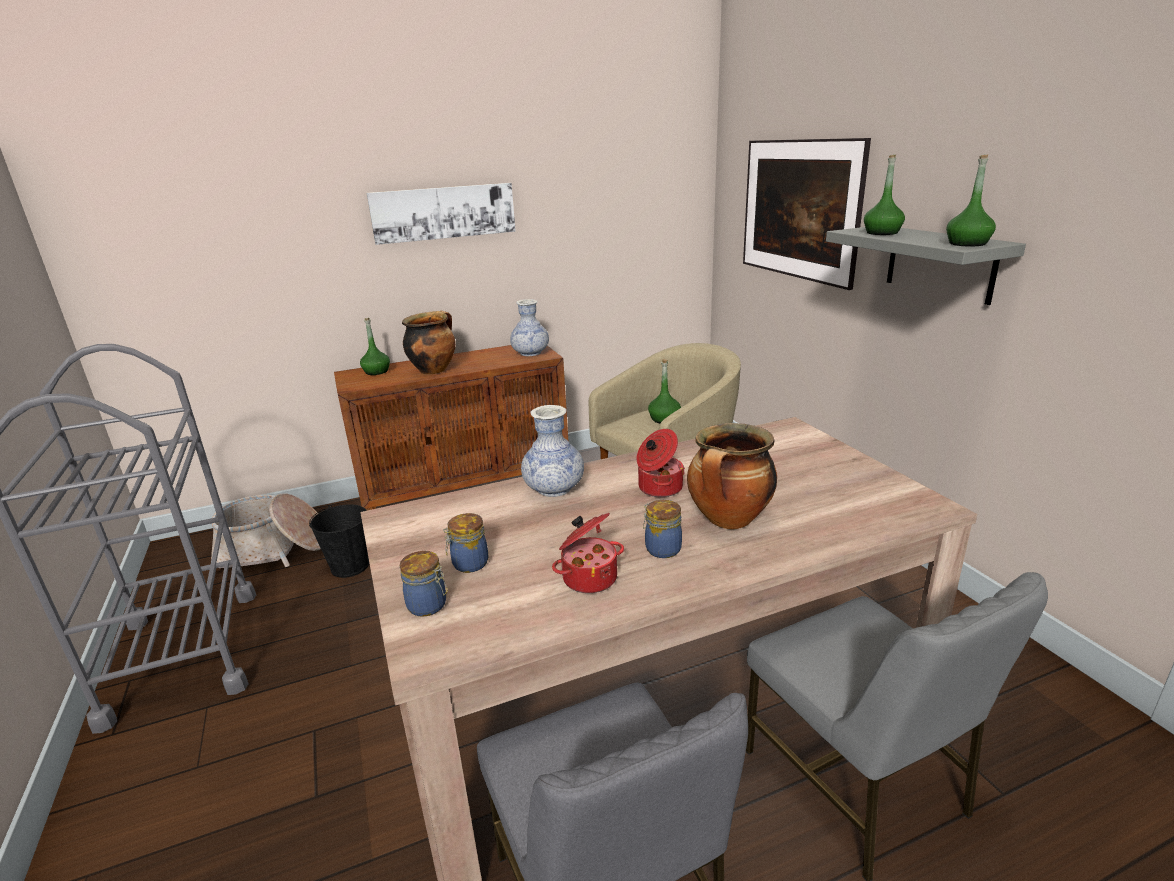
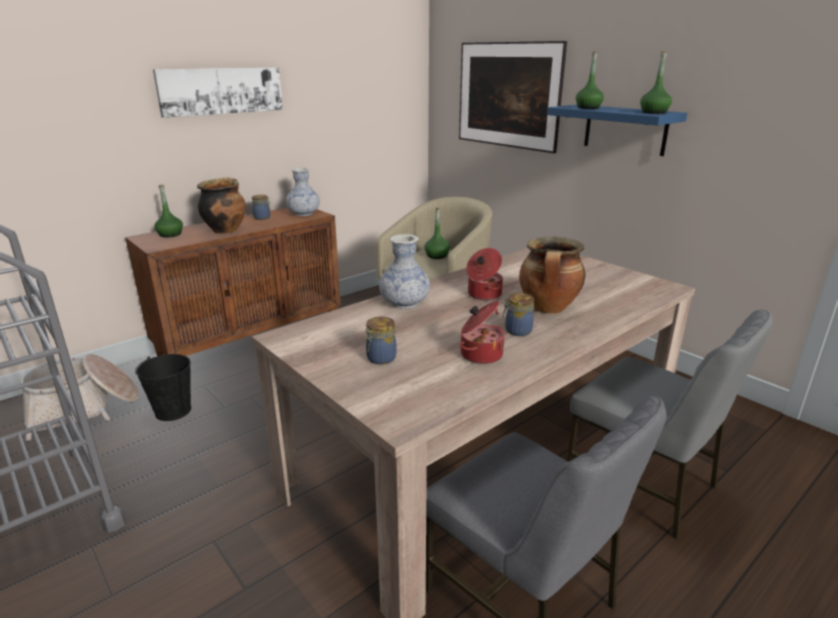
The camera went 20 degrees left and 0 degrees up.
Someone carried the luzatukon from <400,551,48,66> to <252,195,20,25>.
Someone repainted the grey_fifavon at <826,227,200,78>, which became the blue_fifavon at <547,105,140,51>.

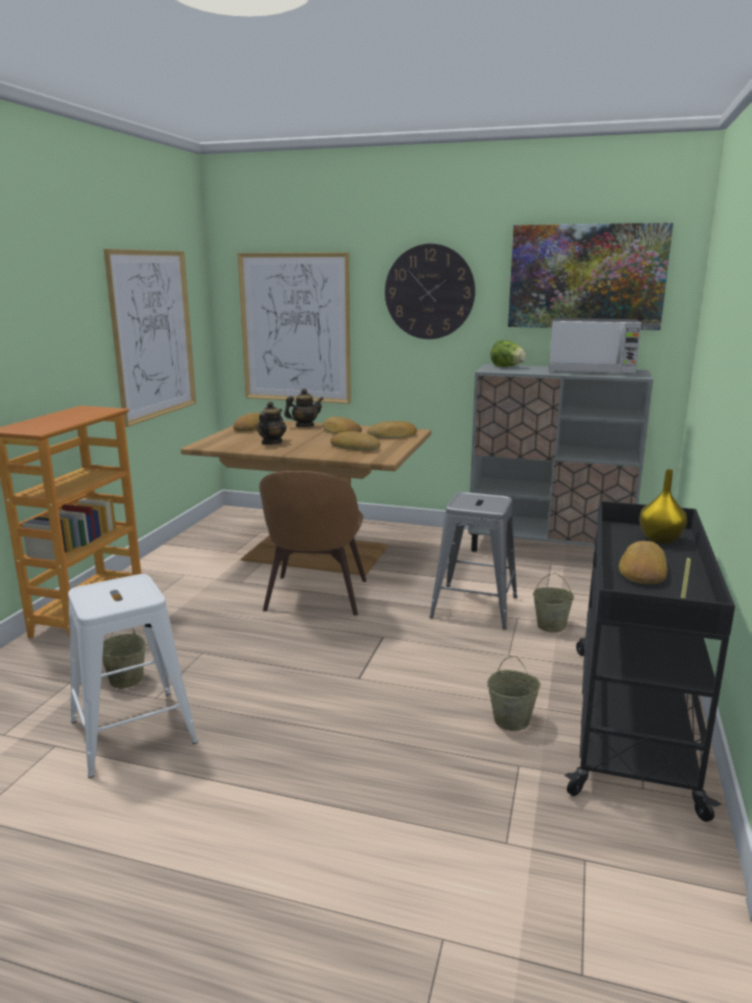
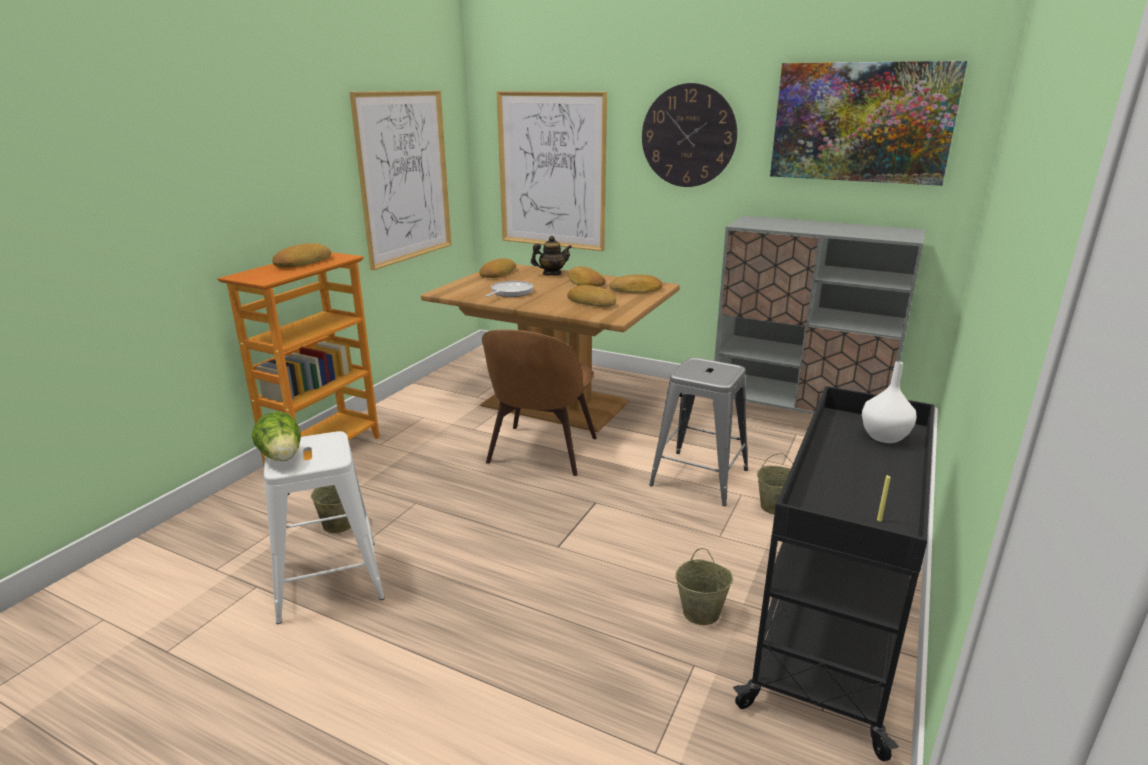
The camera went 10 degrees right and 5 degrees up.
Someone took away the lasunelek at <549,318,92,56>.
Someone carried the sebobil from <490,340,37,27> to <252,411,49,50>.
Someone carried the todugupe from <619,541,48,43> to <272,243,59,25>.
Someone swapped the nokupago at <257,401,29,44> for the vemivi at <485,281,49,16>.
Someone repainted the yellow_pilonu at <639,469,48,75>, which became the white_pilonu at <862,361,55,82>.

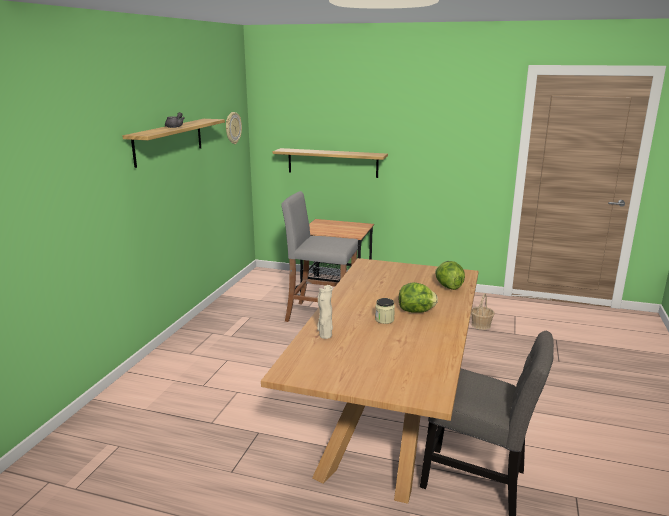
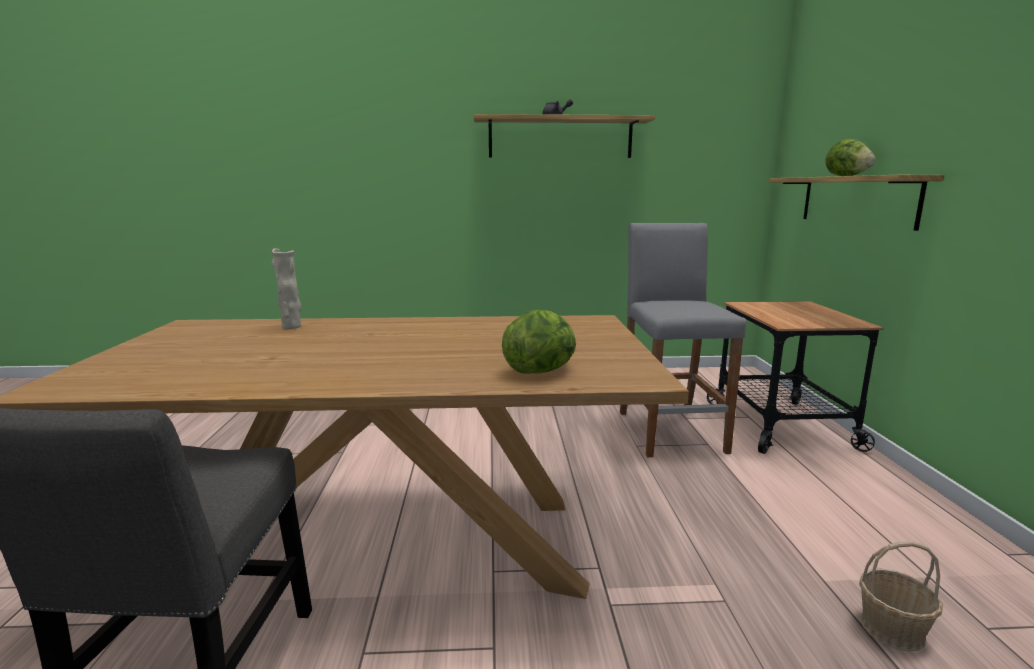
The camera went 70 degrees right and 5 degrees down.
Someone took away the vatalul at <226,112,16,32>.
Someone took away the luzatukon at <375,298,20,26>.
Someone carried the sebobil from <399,282,39,31> to <825,138,50,38>.

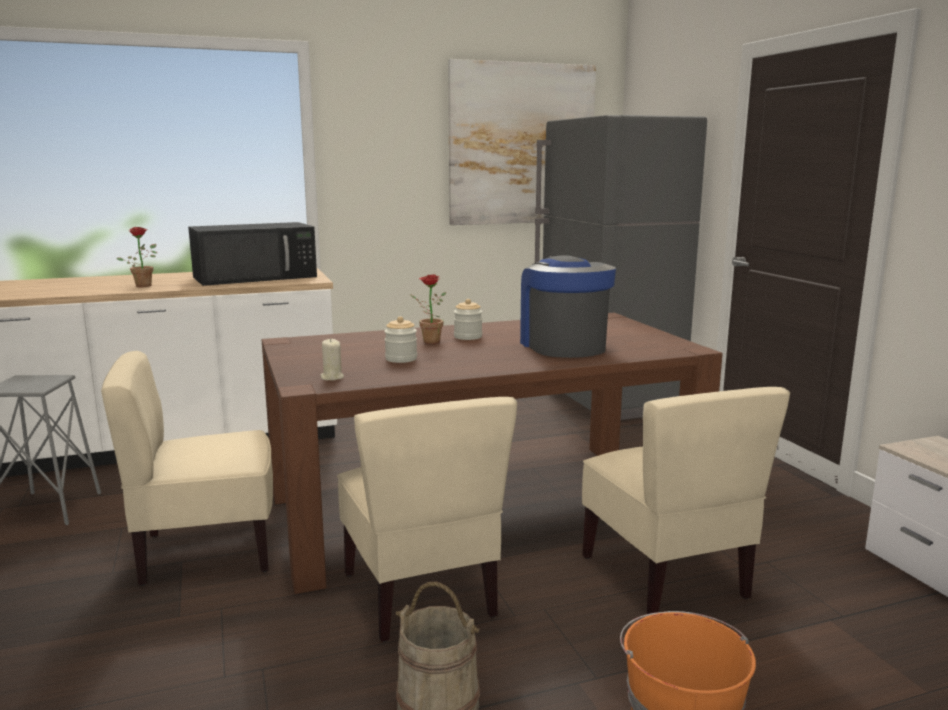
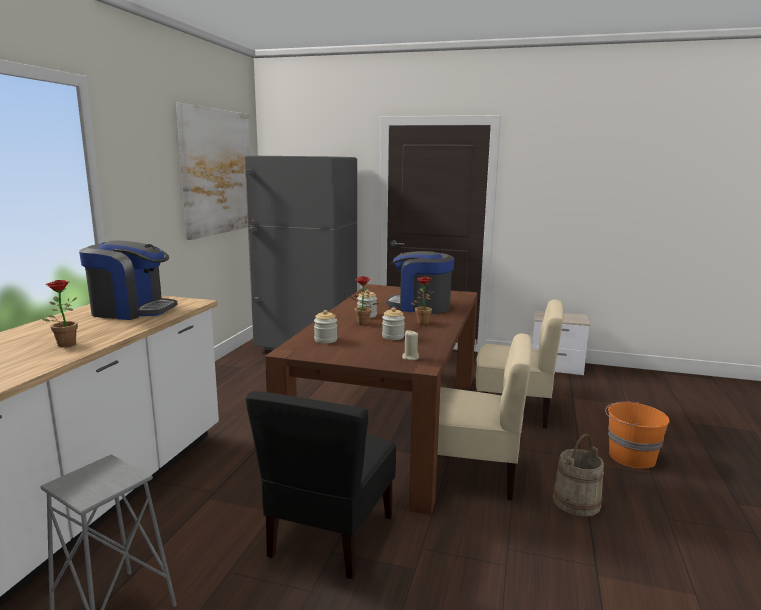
The camera went 55 degrees left and 0 degrees up.
Someone put down the luzatukon at <314,310,23,33>.
Someone put down the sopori at <411,277,23,48>.
Someone swapped the black_lasunelek at <188,222,129,64> for the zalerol at <79,240,98,80>.
Someone repainted the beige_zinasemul at <101,351,172,235>, which became the black_zinasemul at <246,391,150,188>.

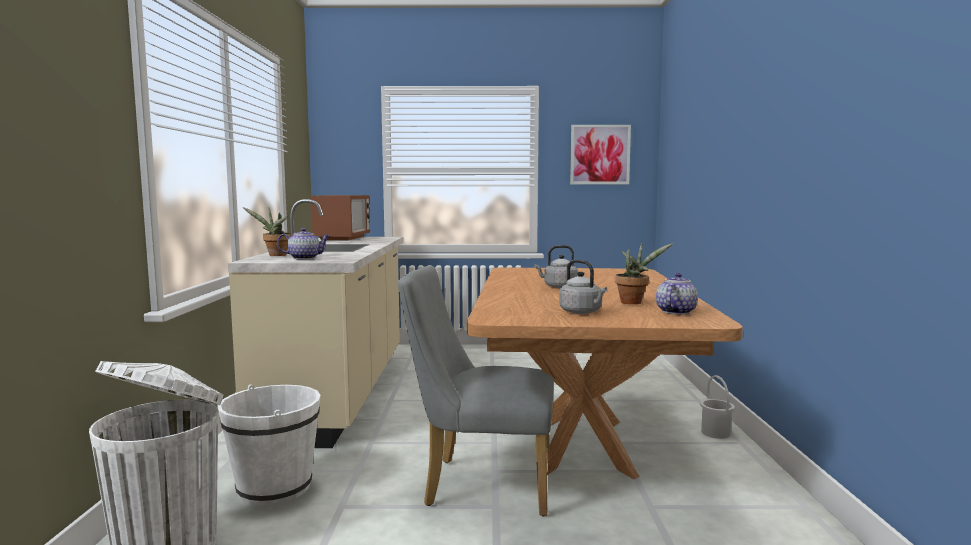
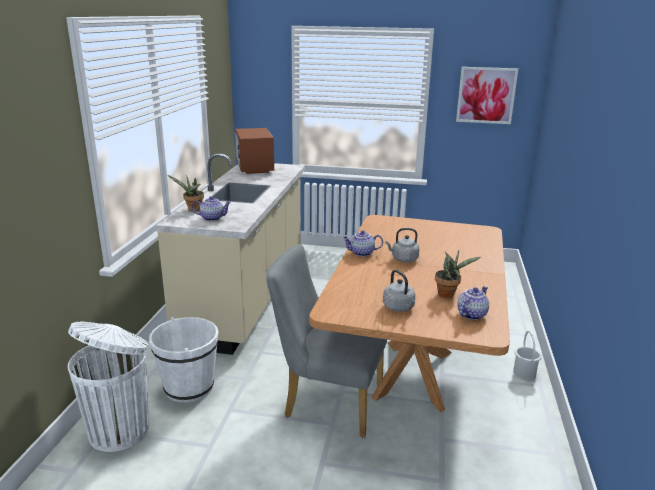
The camera went 10 degrees right and 15 degrees up.
Someone put down the nokupago at <342,230,41,27>.
Someone rotated the lasunelek at <310,195,60,46> by 150 degrees clockwise.

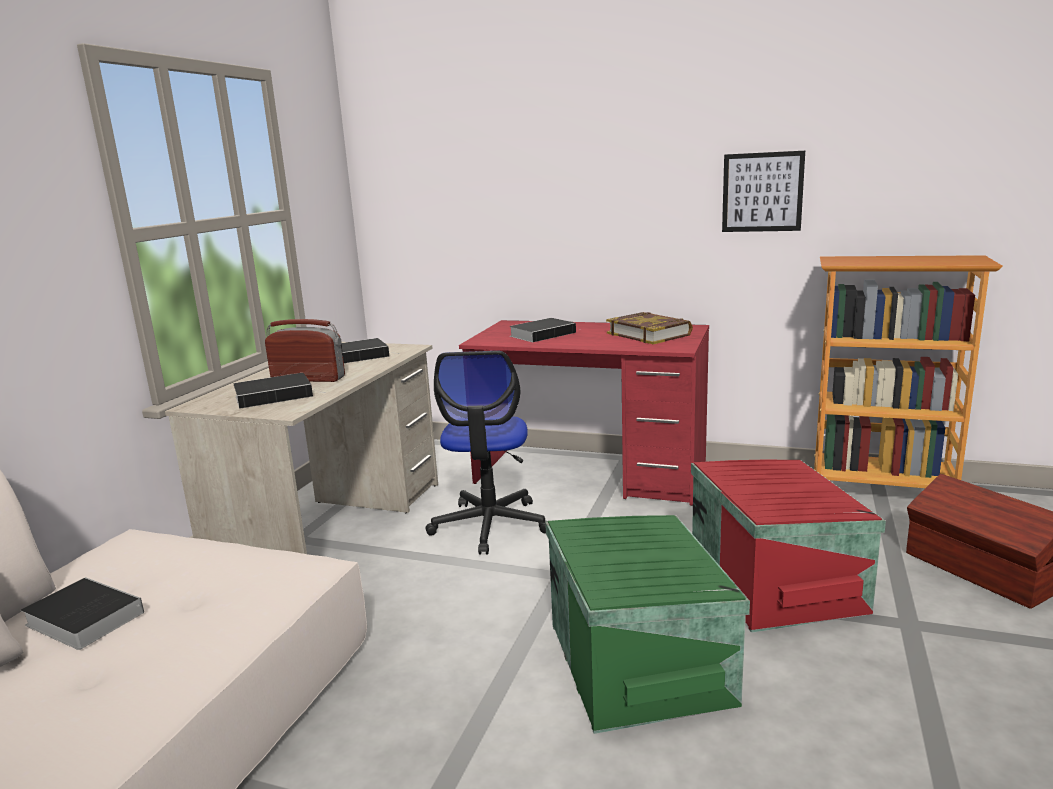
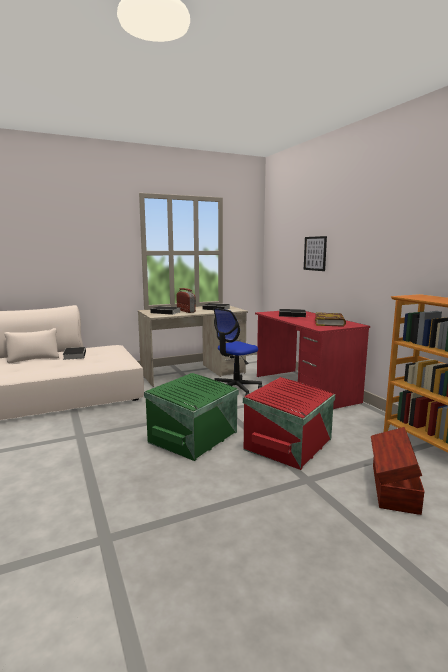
The camera went 45 degrees right and 5 degrees down.
Someone carried the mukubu from <722,151,83,81> to <304,236,23,35>.

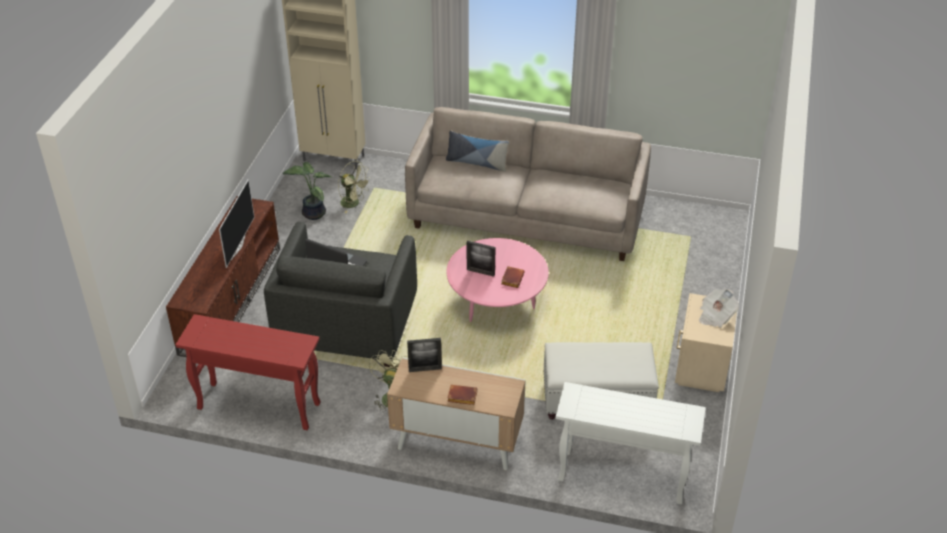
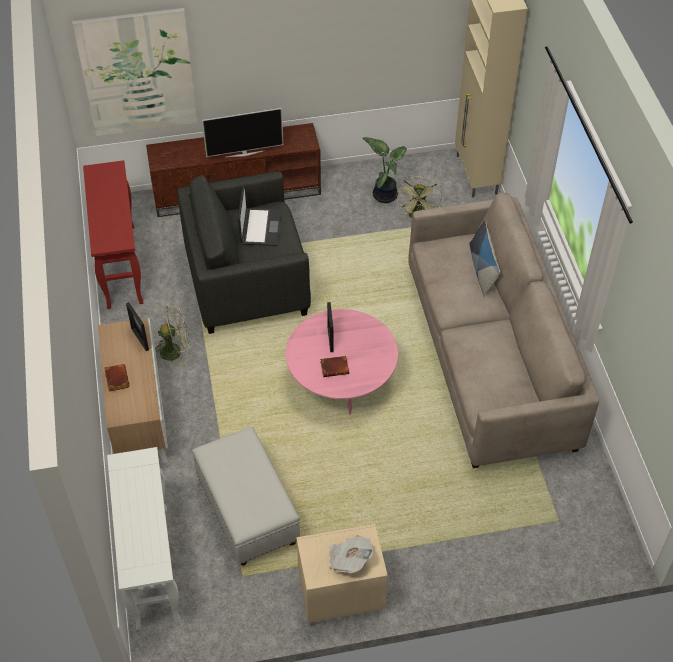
The camera went 65 degrees right and 10 degrees up.
Someone put up the mukubu at <72,8,126,128>.

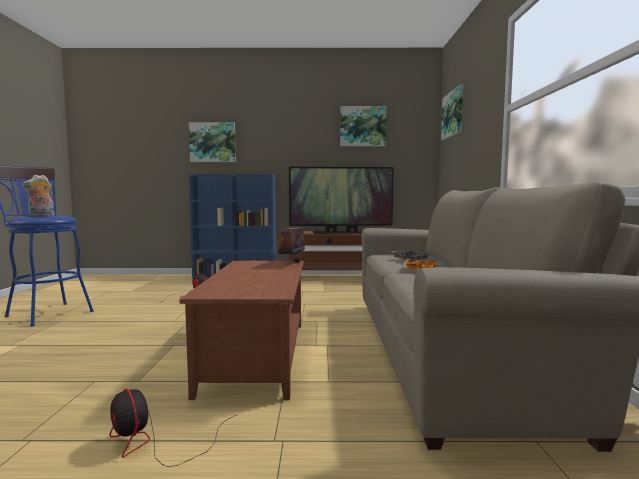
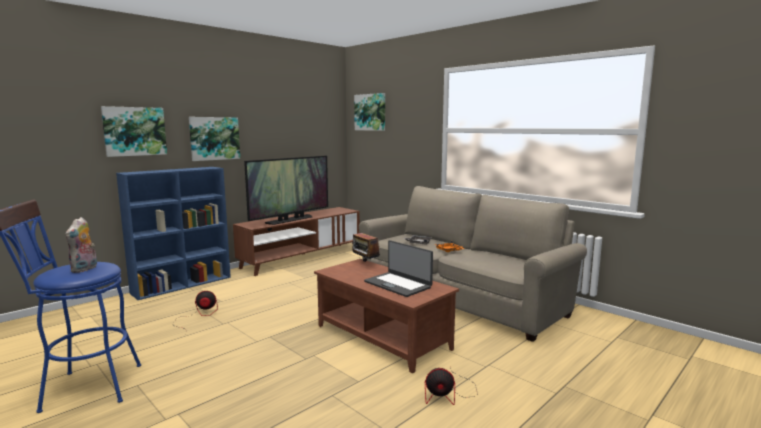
The camera went 45 degrees left and 5 degrees up.
Someone put down the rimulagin at <364,240,69,57>.
Someone carried the mukubu from <340,106,46,41> to <189,117,51,44>.

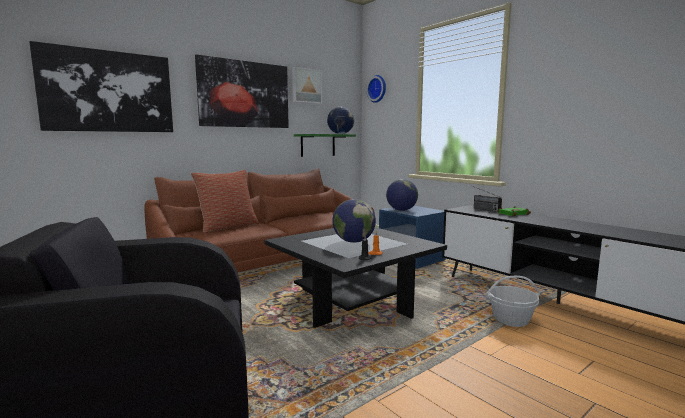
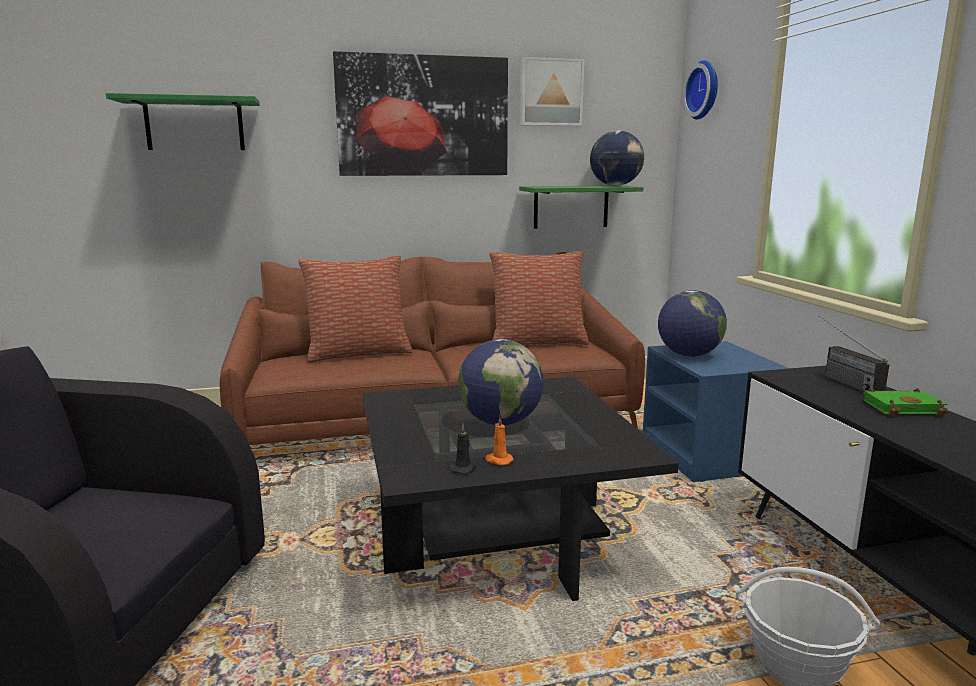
The camera went 25 degrees right and 5 degrees up.
Someone put down the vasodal at <489,251,100,94>.
Someone swapped the mukubu at <29,41,144,91> for the green_fifavon at <106,93,154,57>.

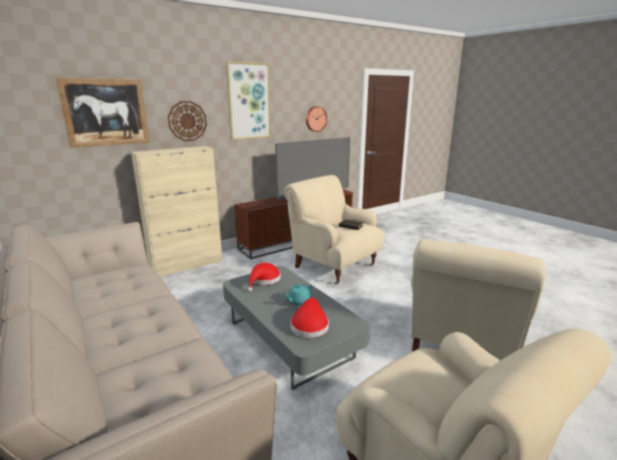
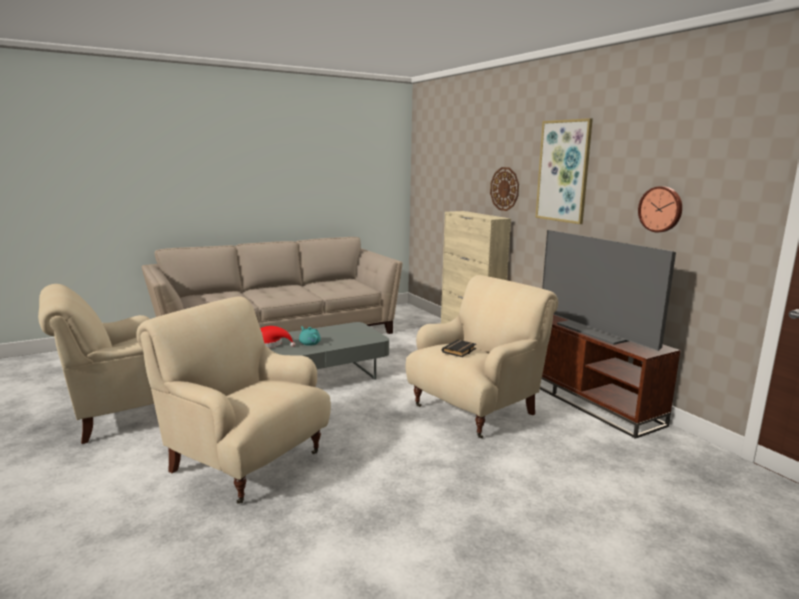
The camera went 95 degrees right and 5 degrees down.
Someone took away the mukubu at <56,78,94,70>.
Someone took away the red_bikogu at <247,263,34,29>.

